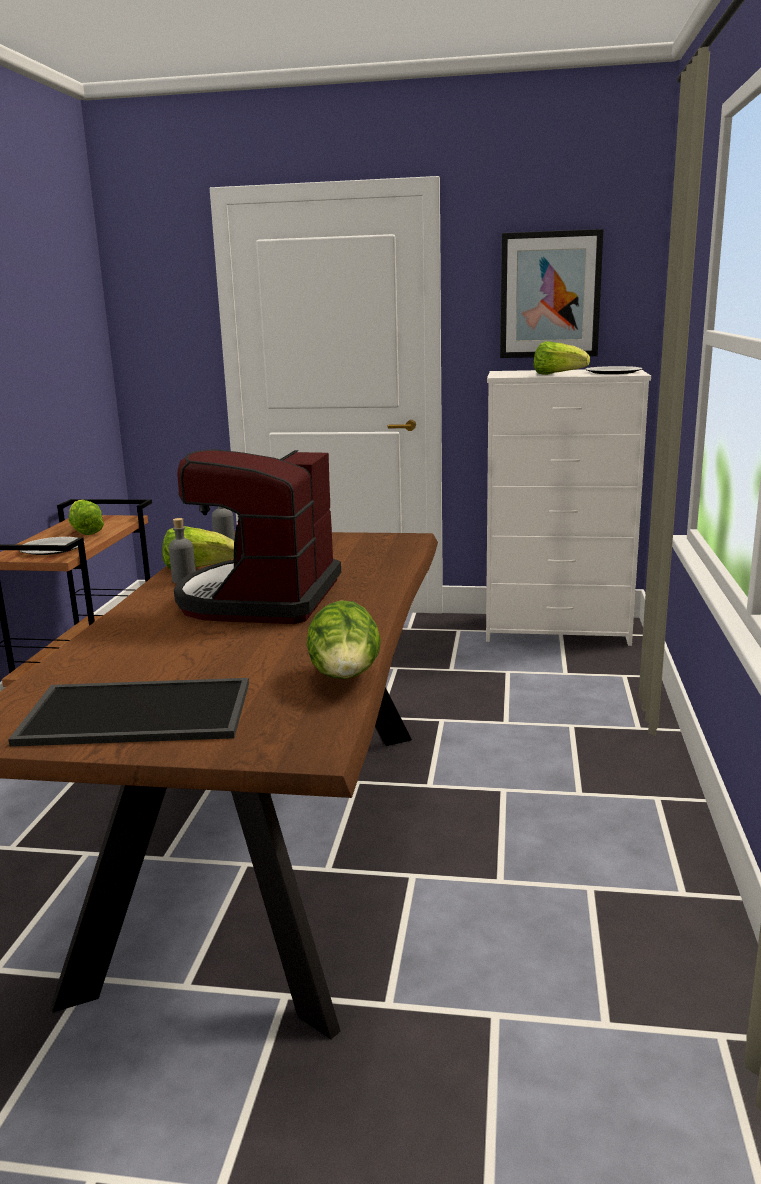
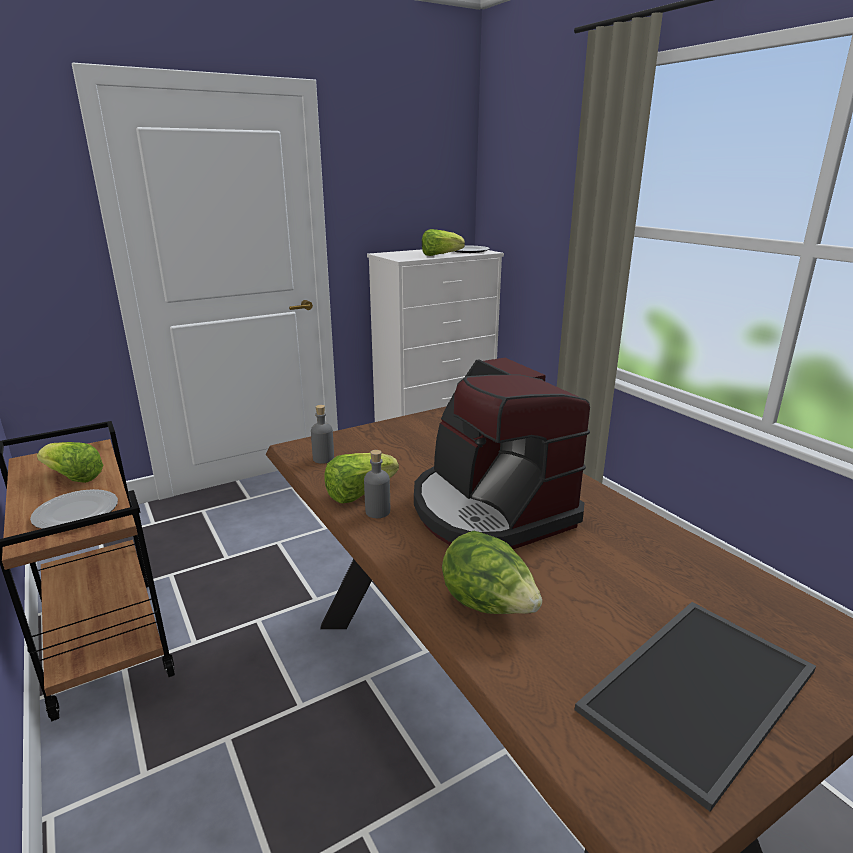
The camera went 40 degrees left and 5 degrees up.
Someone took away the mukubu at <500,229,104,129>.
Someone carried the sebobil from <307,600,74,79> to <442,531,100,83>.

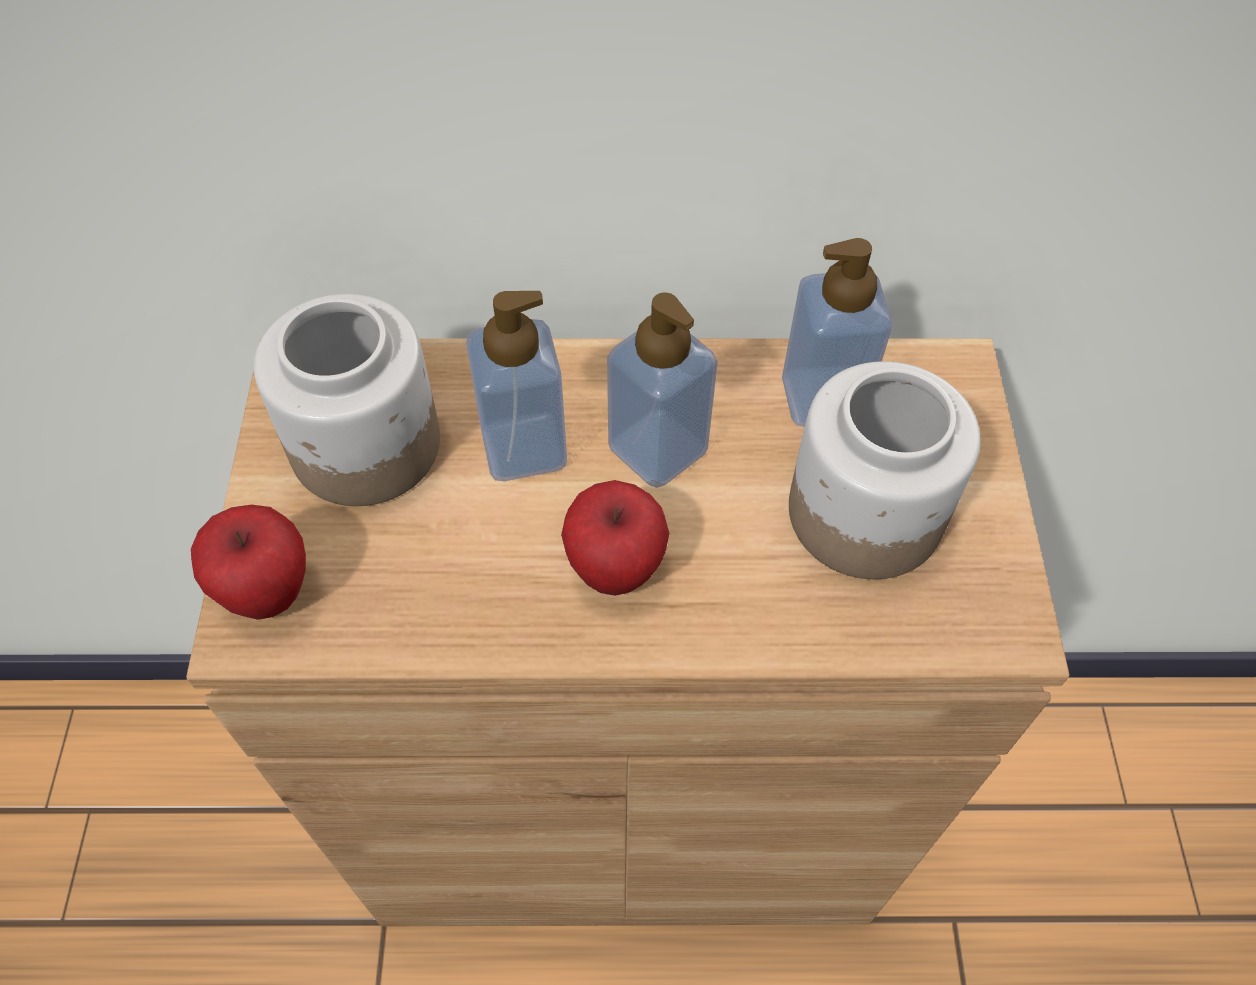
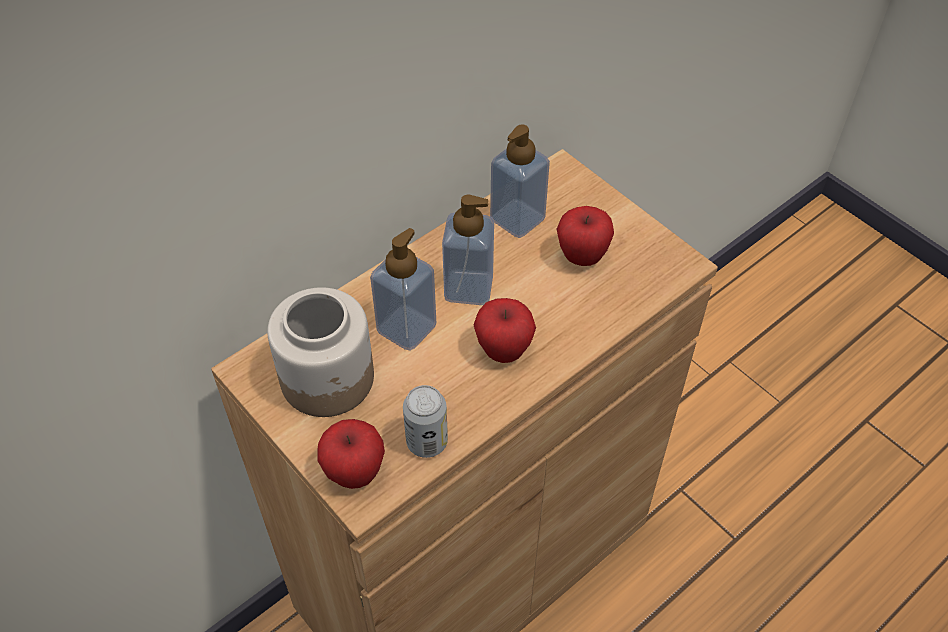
The camera went 40 degrees left and 5 degrees down.
Someone put down the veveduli at <403,385,45,73>.
Someone swapped the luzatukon at <789,361,192,218> for the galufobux at <556,206,58,60>.

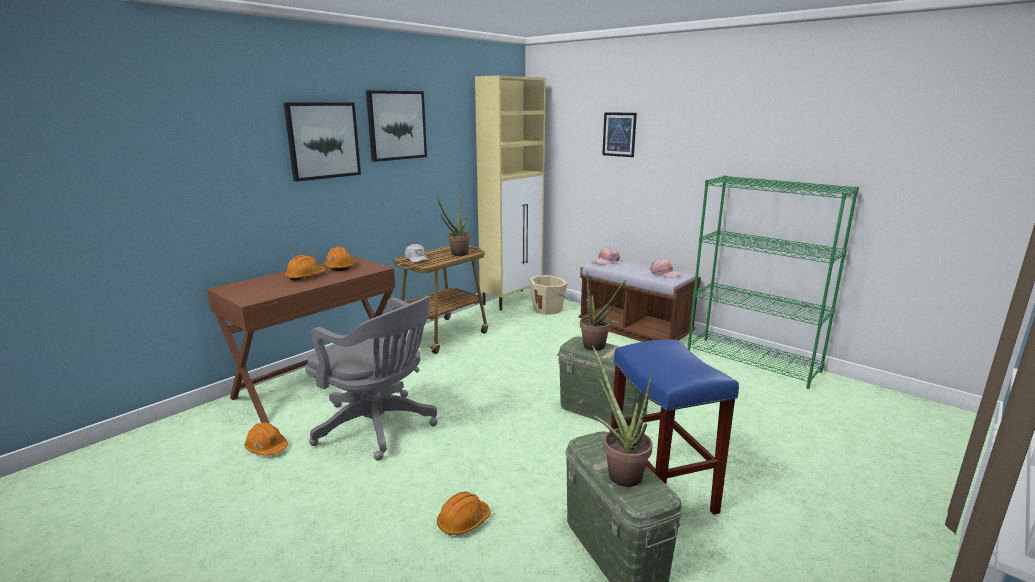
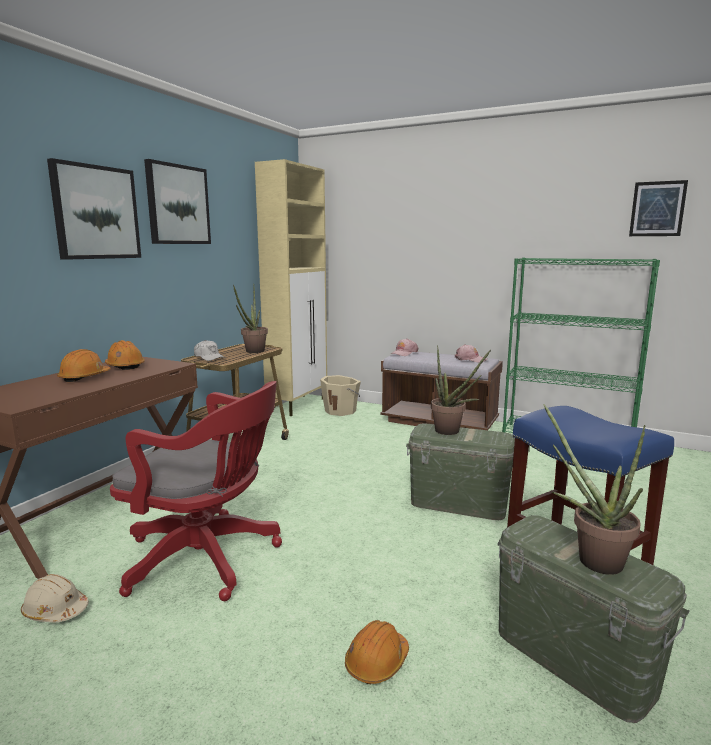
The camera went 15 degrees left and 5 degrees down.
Someone carried the mukubu from <602,112,35,45> to <629,180,59,56>.
Someone repainted the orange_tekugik at <245,422,43,34>, which became the beige_tekugik at <21,574,68,48>.
Someone repainted the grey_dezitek at <305,296,133,165>, which became the red_dezitek at <110,381,172,220>.

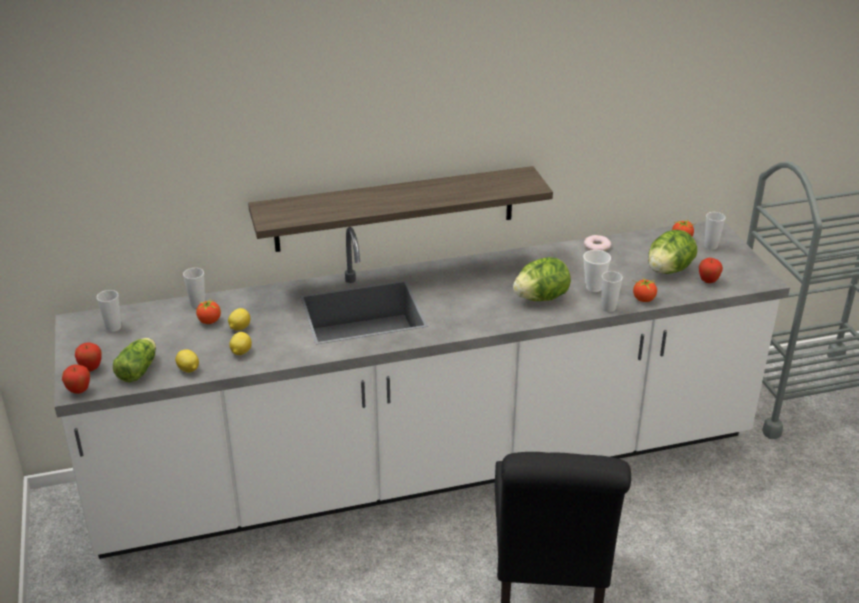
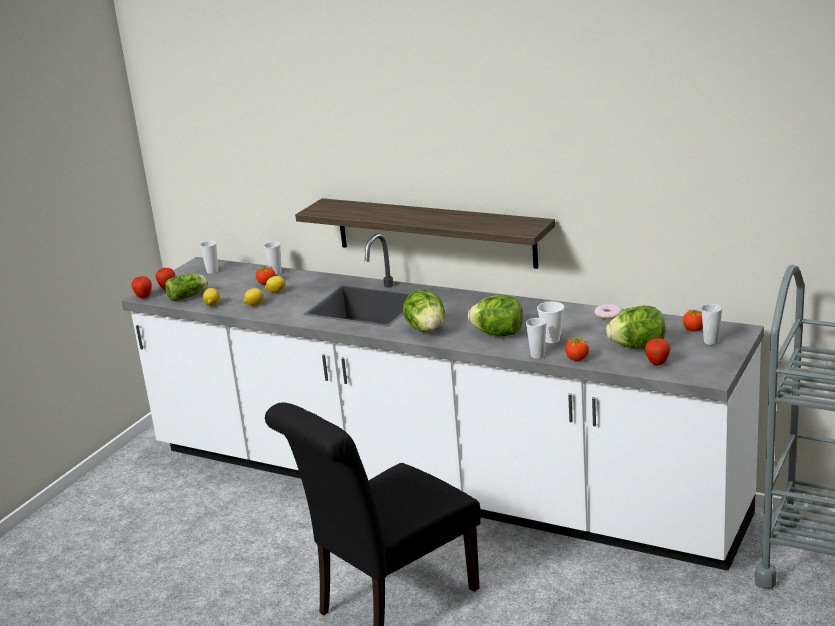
The camera went 45 degrees right and 10 degrees down.
Someone put down the sebobil at <403,289,42,43>.

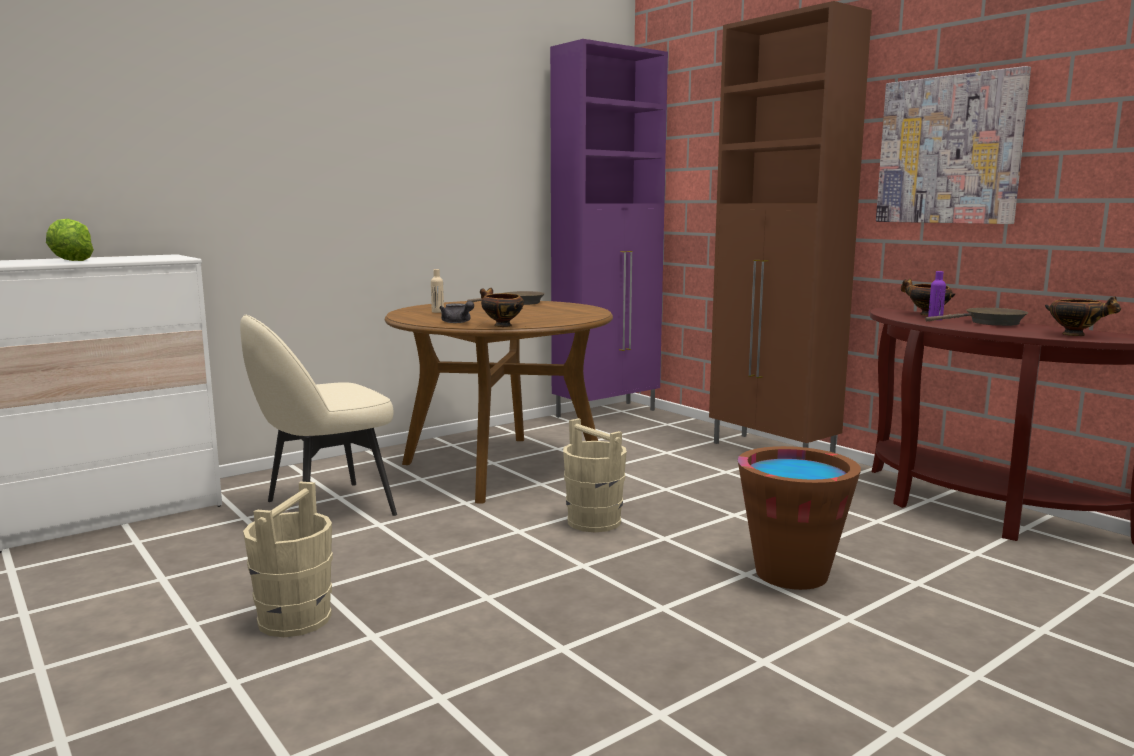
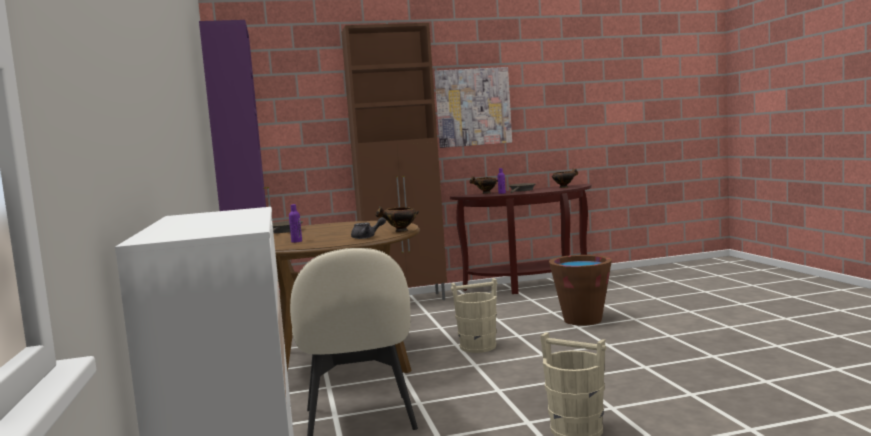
The camera went 65 degrees left and 5 degrees down.
Someone took away the sebobil at <46,219,48,42>.
Someone repainted the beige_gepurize at <431,269,13,44>, which became the purple_gepurize at <289,204,13,39>.

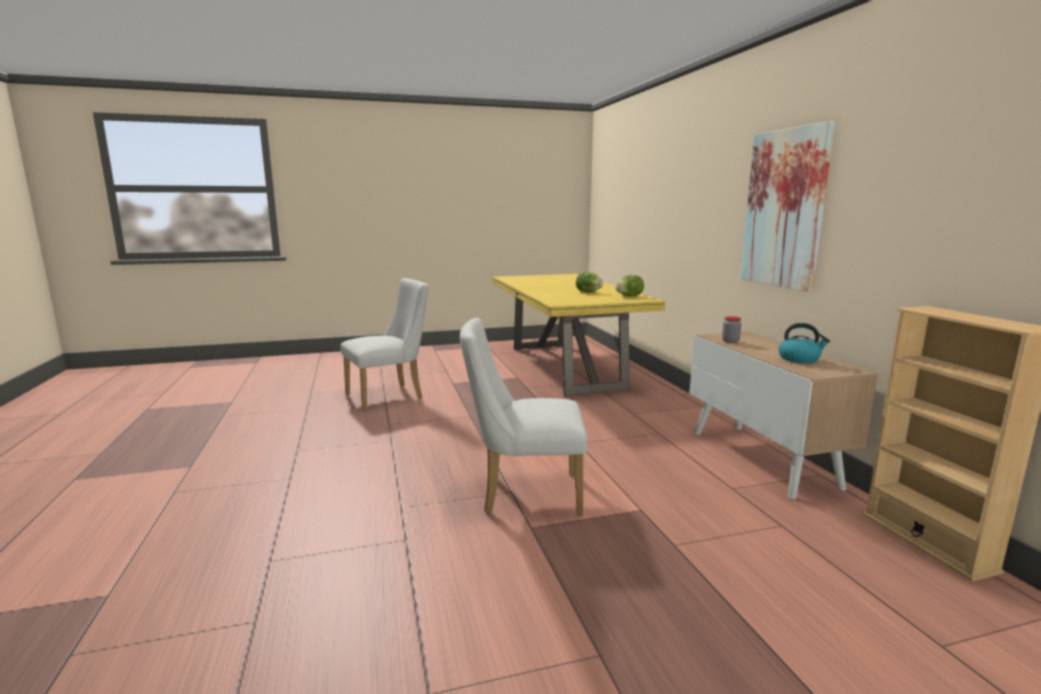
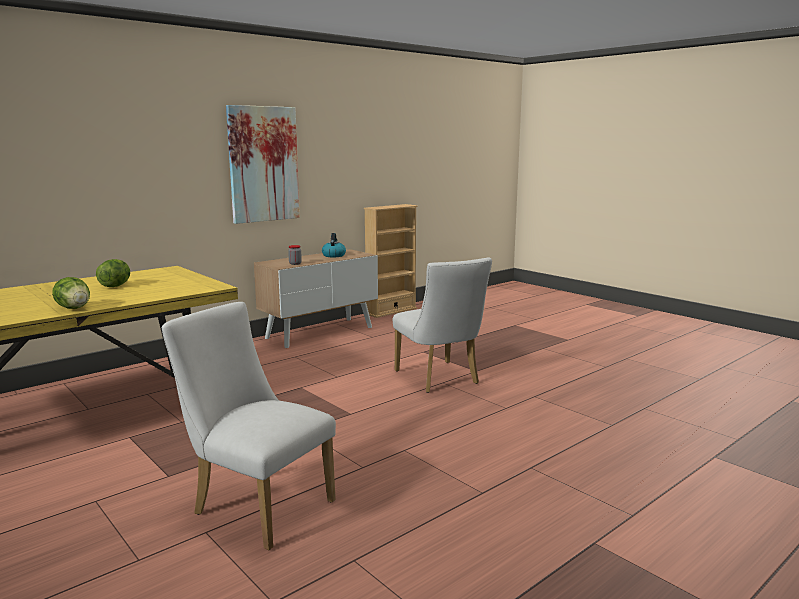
The camera went 115 degrees left and 0 degrees up.
Someone carried the sebobil from <615,275,29,21> to <52,277,38,32>.

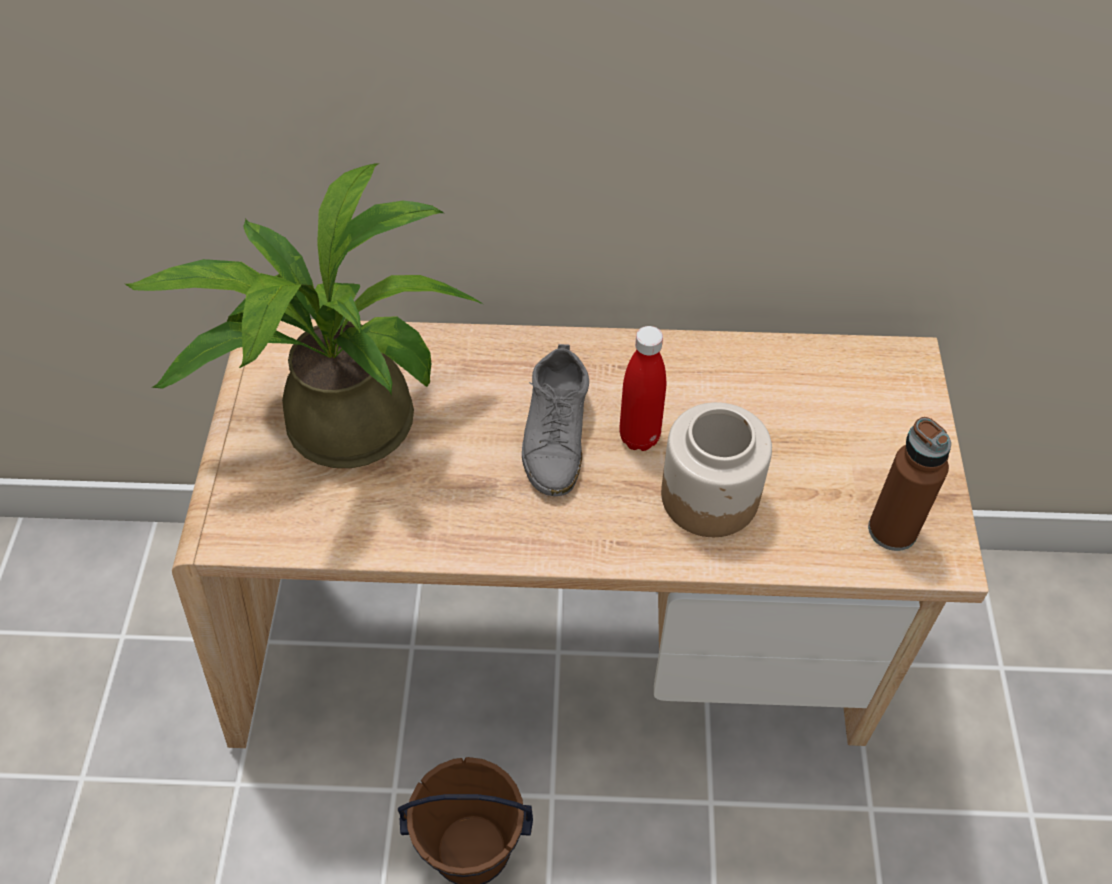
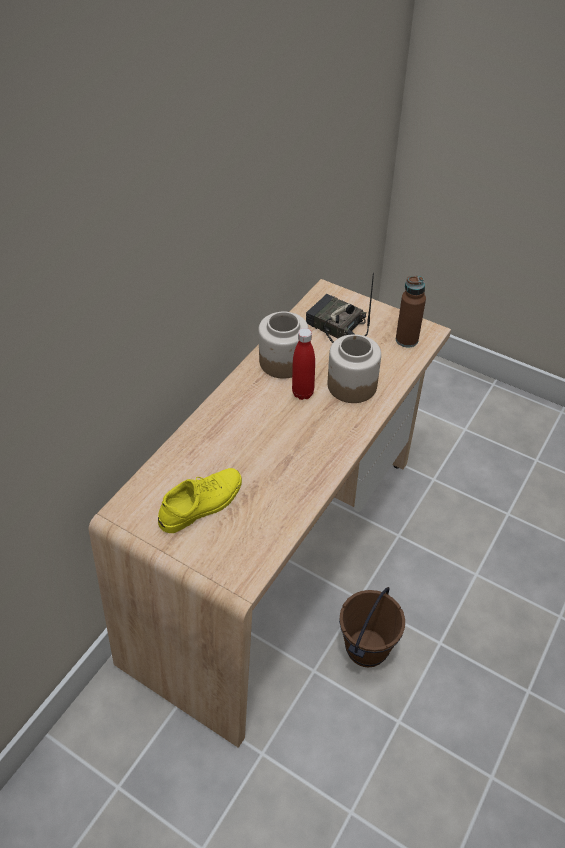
The camera went 60 degrees left and 5 degrees down.
Someone took away the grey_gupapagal at <522,344,67,152>.
Someone put down the luzatukon at <258,311,51,68>.
Someone put down the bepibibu at <306,273,68,71>.
Someone swapped the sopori at <125,163,358,305> for the yellow_gupapagal at <158,468,84,65>.

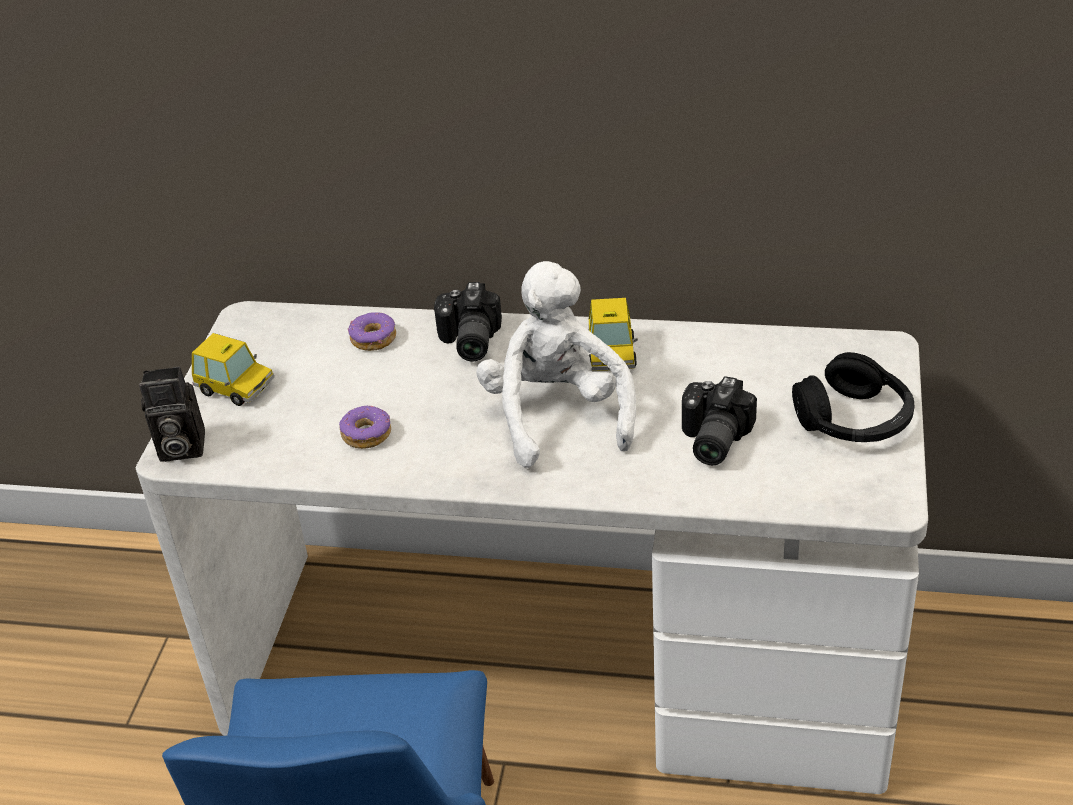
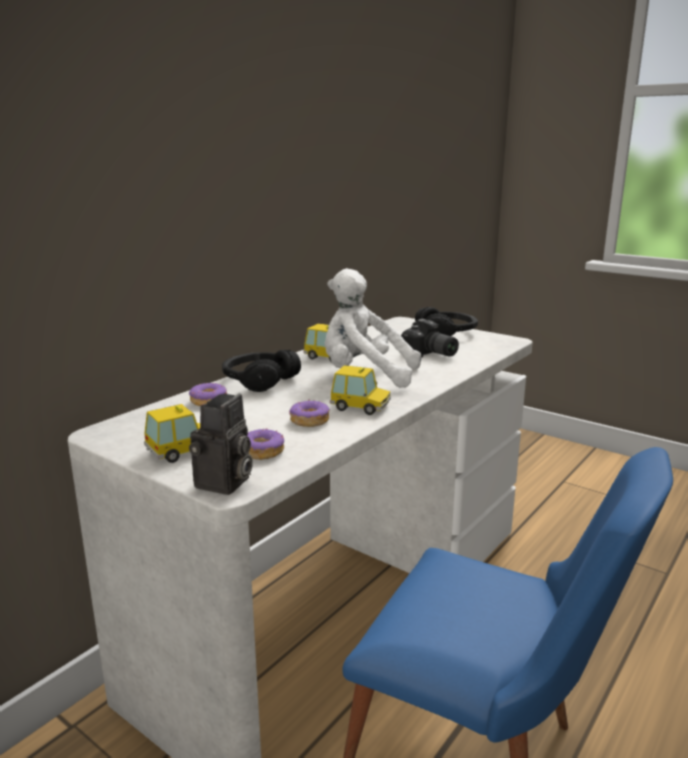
The camera went 65 degrees left and 20 degrees down.
Someone put down the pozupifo at <247,428,37,32>.
Someone put down the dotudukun at <330,365,61,50>.
Someone swapped the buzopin at <434,282,68,79> for the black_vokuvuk at <222,350,79,42>.

